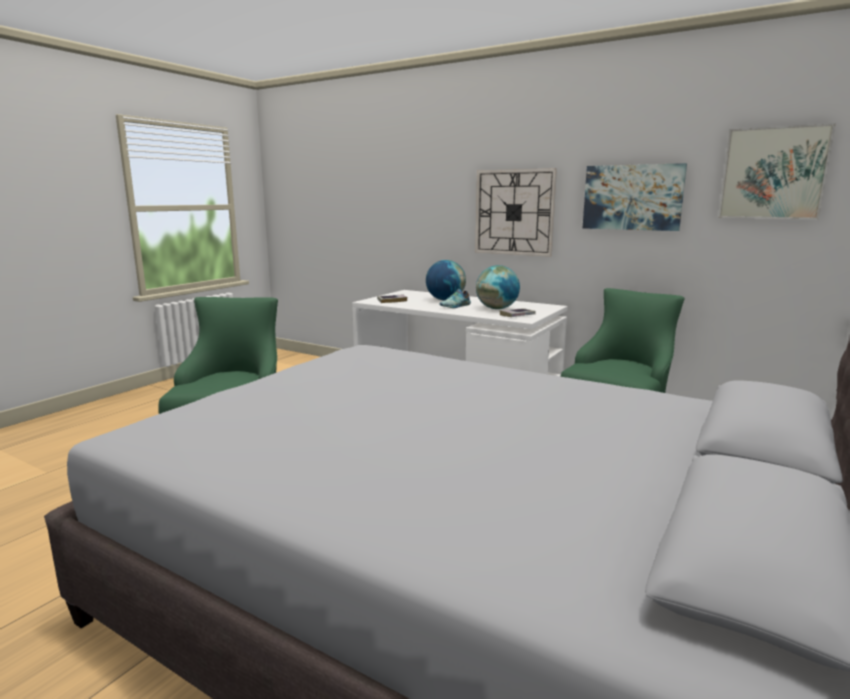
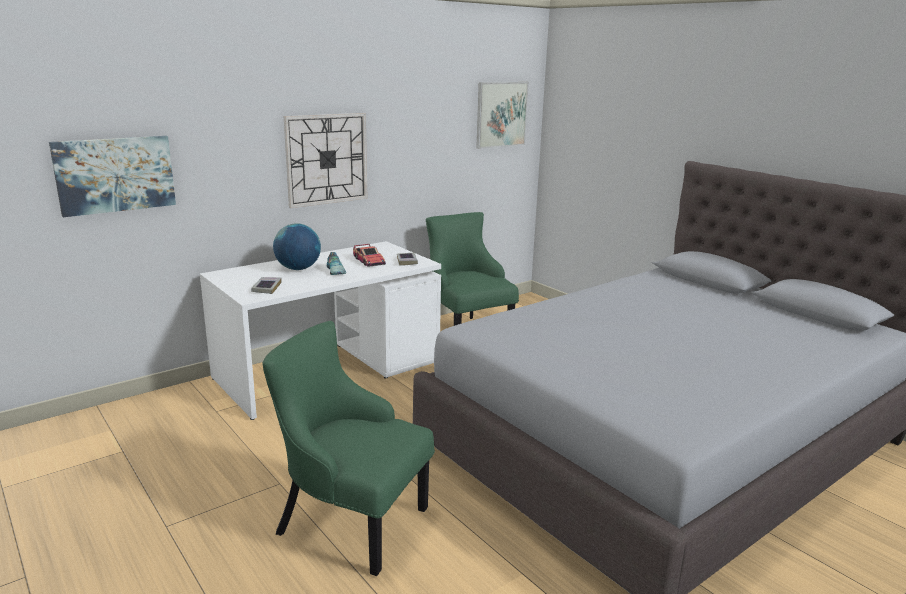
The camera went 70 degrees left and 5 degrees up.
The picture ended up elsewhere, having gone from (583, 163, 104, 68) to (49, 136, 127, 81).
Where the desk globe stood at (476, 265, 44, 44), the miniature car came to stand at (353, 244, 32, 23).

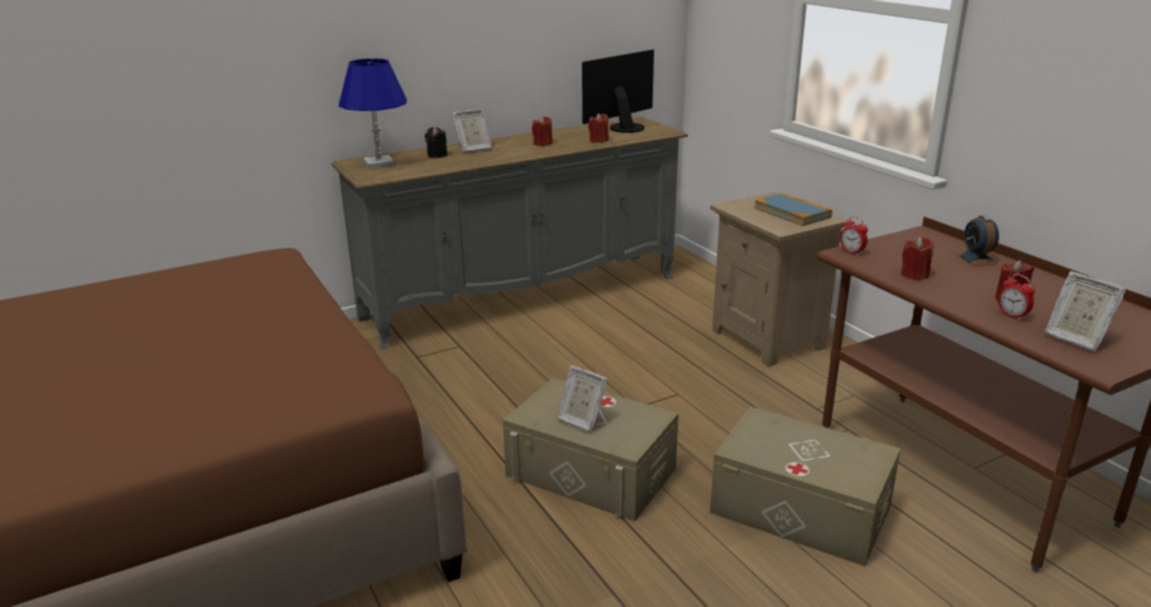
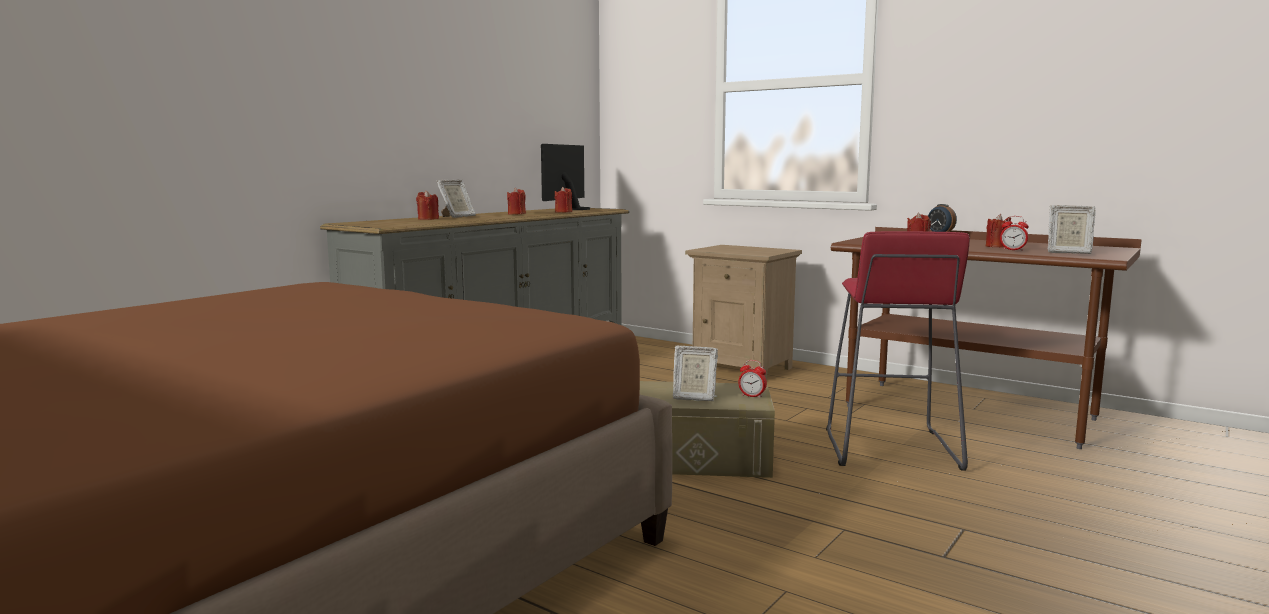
The camera went 25 degrees left and 15 degrees down.
The second view lost the blue-coloured lamp for a table at (339, 58, 68, 110).
The second view lost the book at (754, 193, 78, 33).
The alarm clock ended up elsewhere, having gone from (840, 216, 28, 40) to (738, 360, 29, 38).
Where the beige-coloured storage box stood at (710, 407, 191, 159), the red stool came to stand at (826, 231, 144, 240).
What was the black-coloured candle at (425, 127, 23, 31) turned into the red candle at (416, 190, 23, 30).

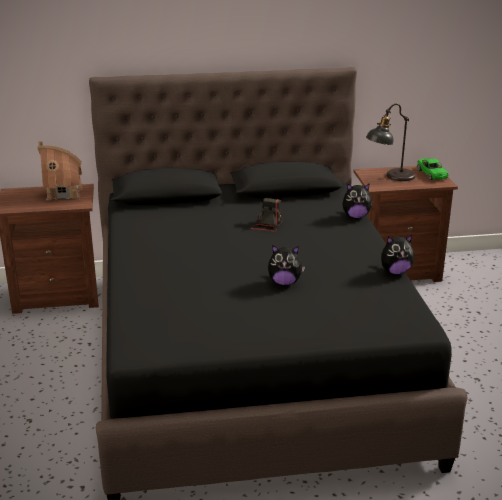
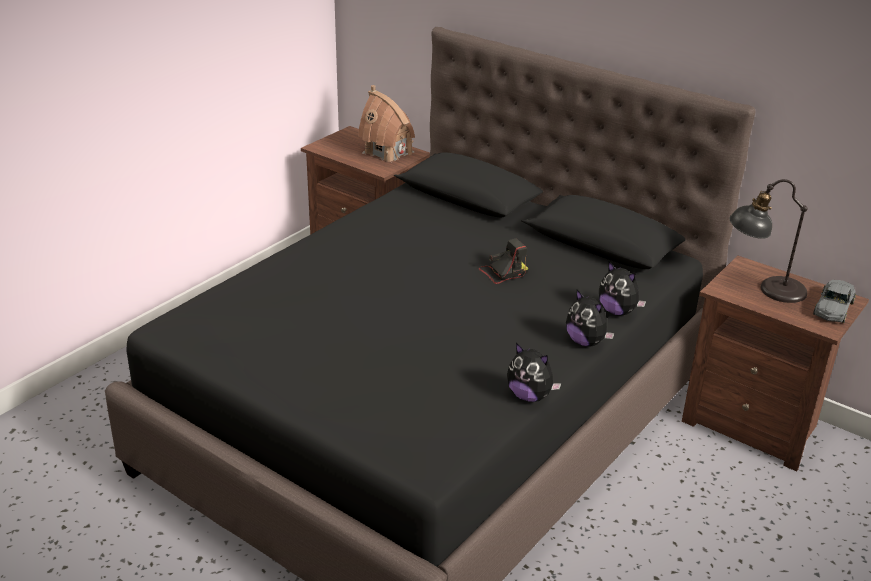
The camera went 45 degrees right and 5 degrees up.
The cuddly toy ended up elsewhere, having gone from (268, 245, 37, 40) to (566, 290, 49, 56).
What was the green-coloured miniature car at (417, 158, 31, 22) turned into the greyish miniature car at (813, 280, 43, 43).

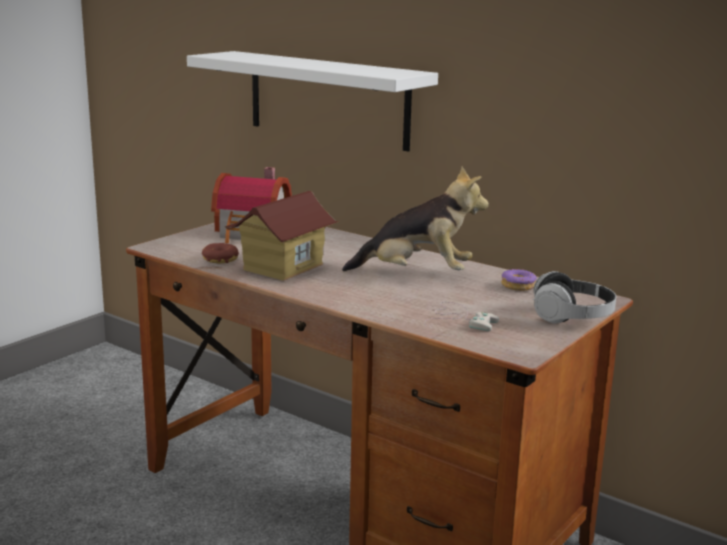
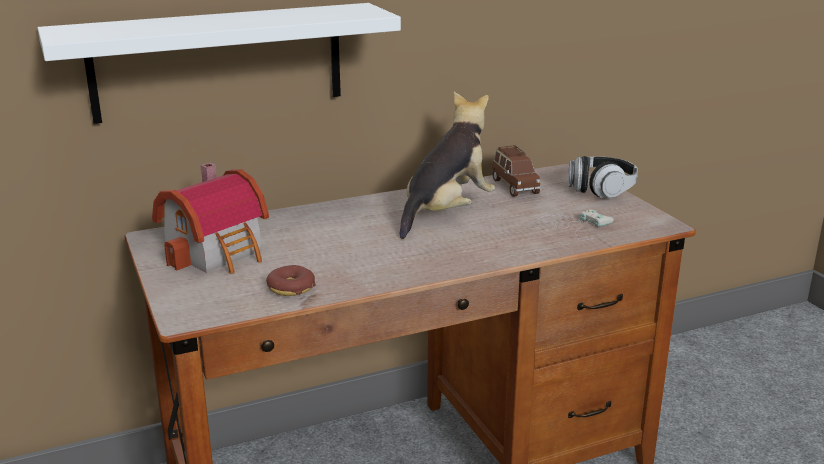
The camera went 60 degrees left and 5 degrees up.
The second view lost the toy house at (225, 191, 115, 90).
Where the ring doughnut stood at (501, 269, 36, 22), the brownish miniature car came to stand at (492, 145, 49, 52).

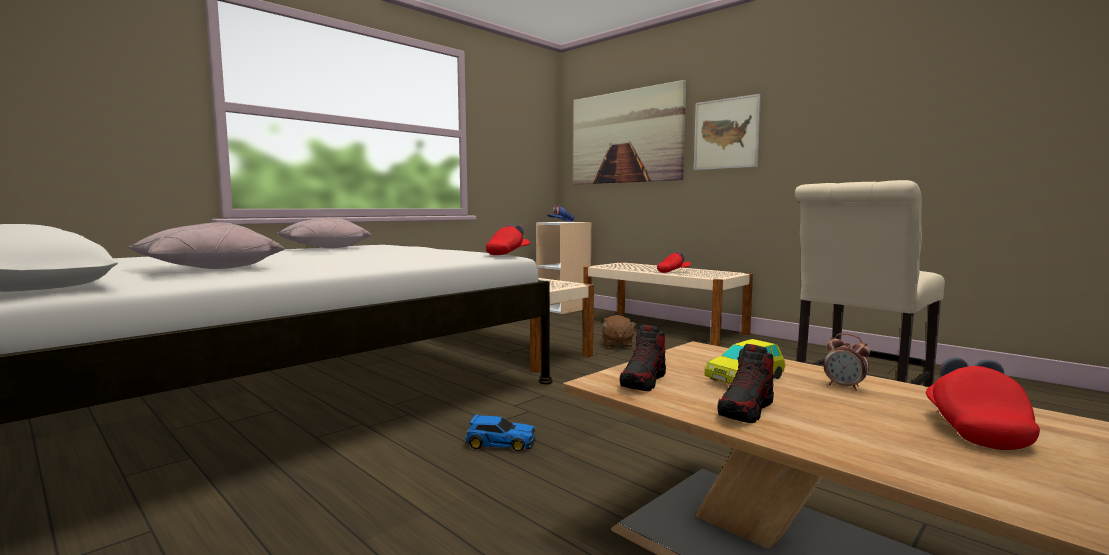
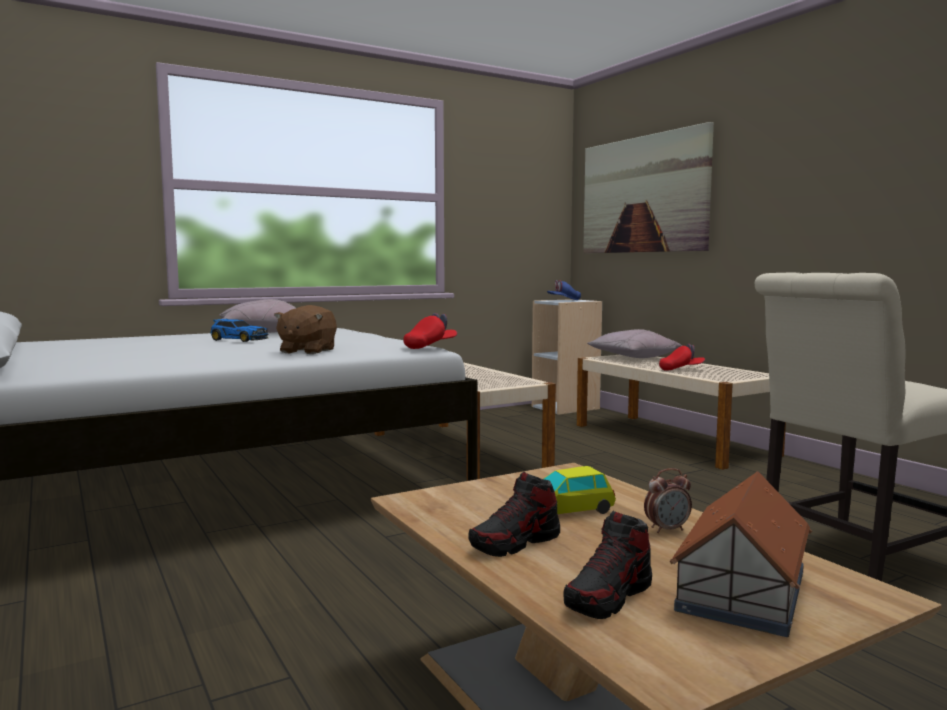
The camera went 15 degrees right and 0 degrees up.
The second view lost the picture at (694, 94, 67, 76).
The purple-coloured throw pillow ended up elsewhere, having gone from (129, 222, 155, 47) to (587, 329, 95, 29).
The miniature car ended up elsewhere, having gone from (465, 414, 71, 37) to (210, 318, 58, 24).
The brownish cuddly toy ended up elsewhere, having gone from (602, 315, 34, 33) to (274, 305, 63, 49).
The low shoe ended up elsewhere, having gone from (620, 325, 46, 66) to (563, 511, 89, 108).
Where the red peaked cap stood at (926, 357, 114, 93), the toy house came to stand at (670, 471, 142, 166).
The alarm clock at (824, 333, 46, 58) ended up facing another way, 75 degrees counterclockwise from before.

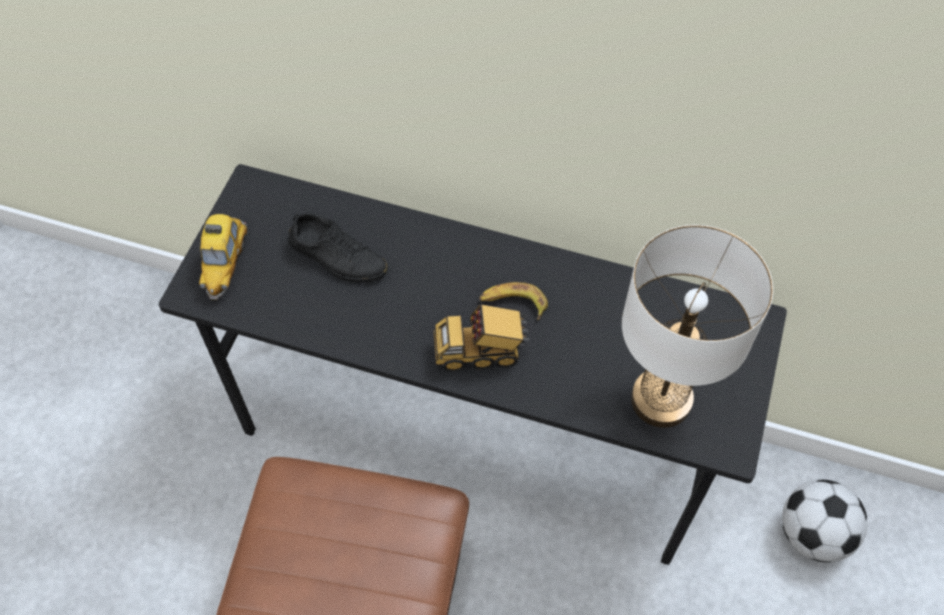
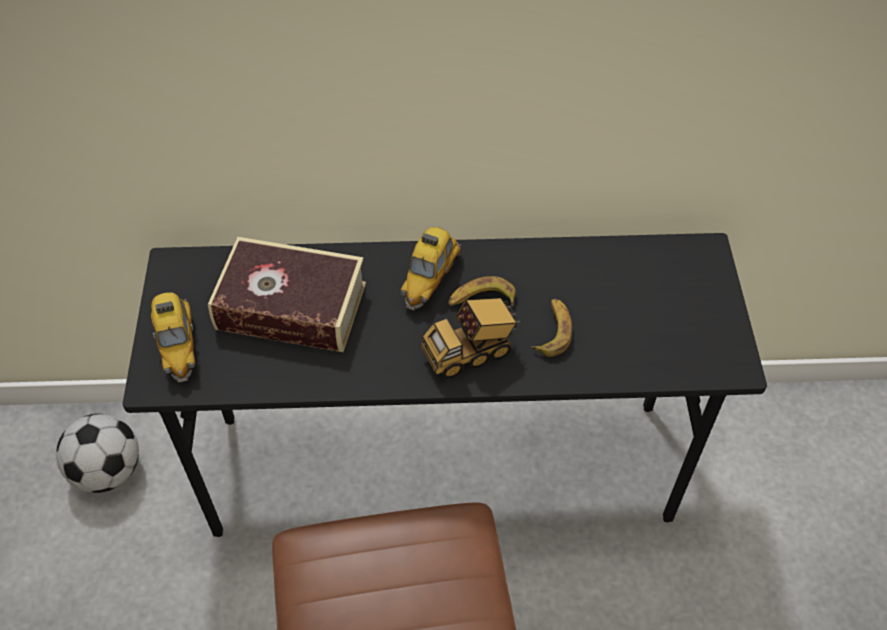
The camera went 20 degrees left and 5 degrees down.
The second view lost the lamp for a table at (622, 225, 151, 203).
The second view gained the miniature car at (400, 227, 61, 84).
The second view gained the banana at (531, 299, 41, 58).
The football ended up elsewhere, having gone from (782, 480, 85, 82) to (56, 414, 83, 79).
Where the black-coloured low shoe stood at (288, 212, 100, 71), the book came to stand at (208, 237, 158, 115).

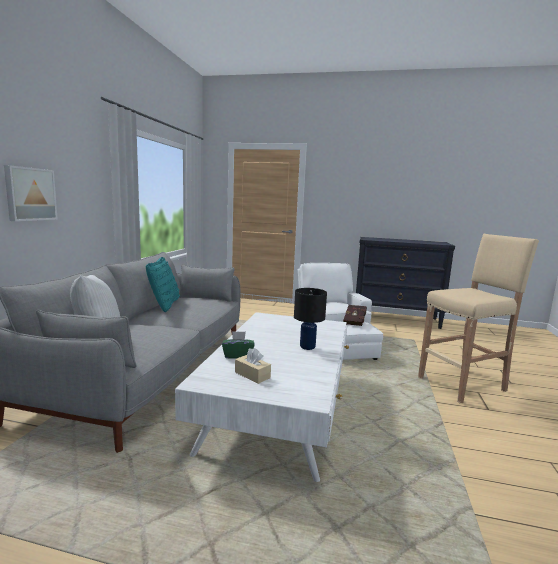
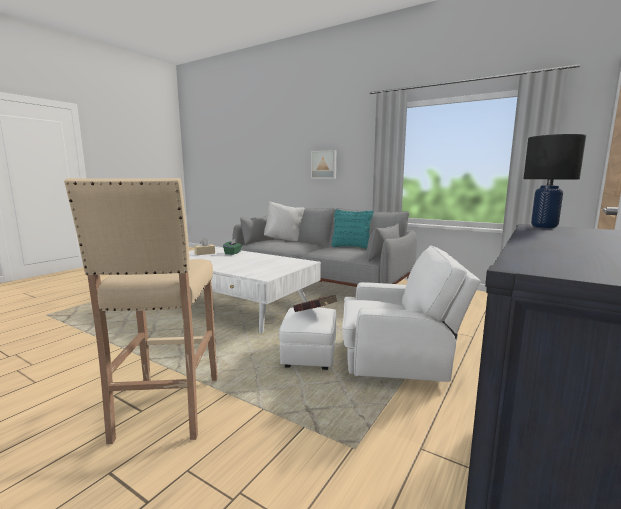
The camera went 110 degrees right and 0 degrees up.
The black-coloured lamp for a table ended up elsewhere, having gone from (294, 288, 33, 62) to (524, 134, 62, 94).

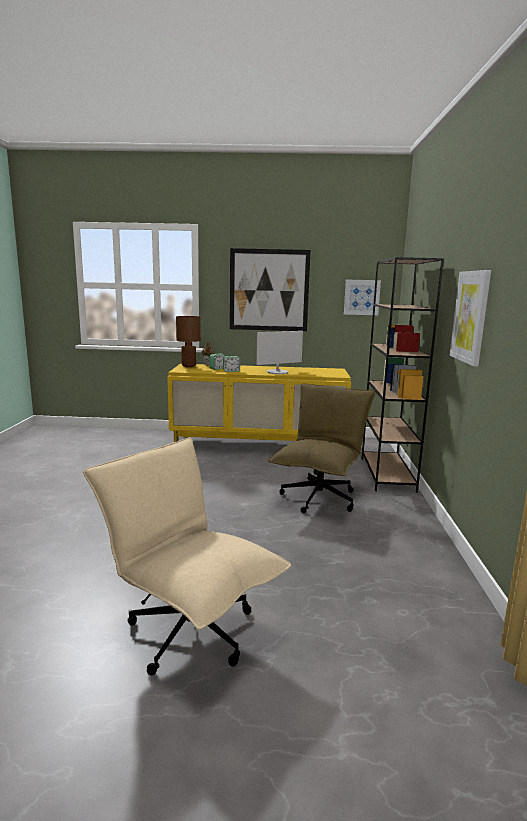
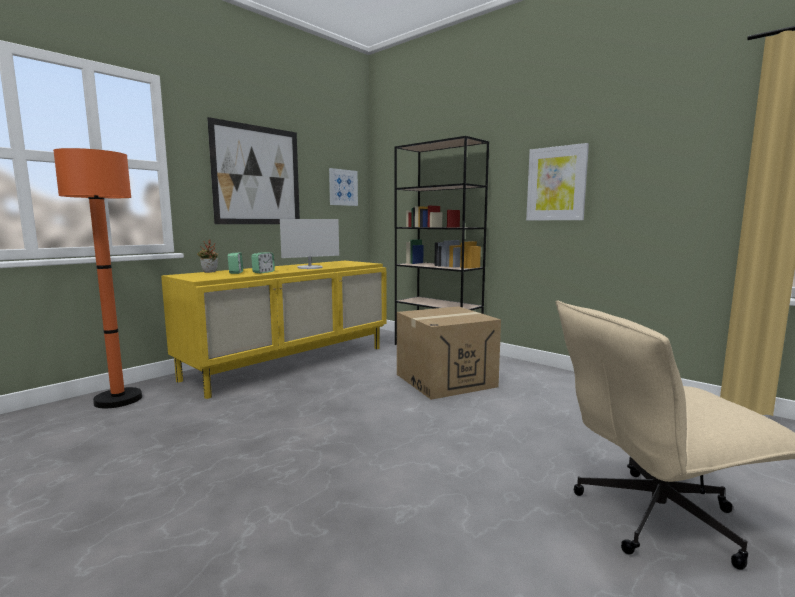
The camera went 50 degrees left and 5 degrees down.
The second view lost the brownish lamp for a table at (176, 316, 25, 51).
The second view gained the orangey standard lamp at (53, 148, 89, 260).
Where the beige-coloured desk chair stood at (268, 384, 107, 129), the cardboard box came to stand at (397, 306, 104, 94).
The computer screen at (256, 331, 47, 43) ended up facing another way, 45 degrees clockwise from before.

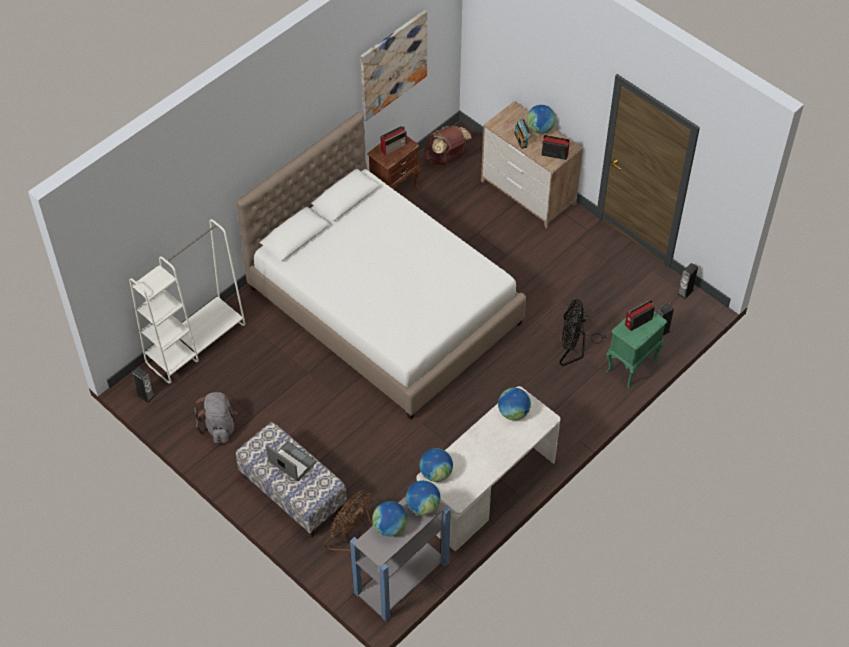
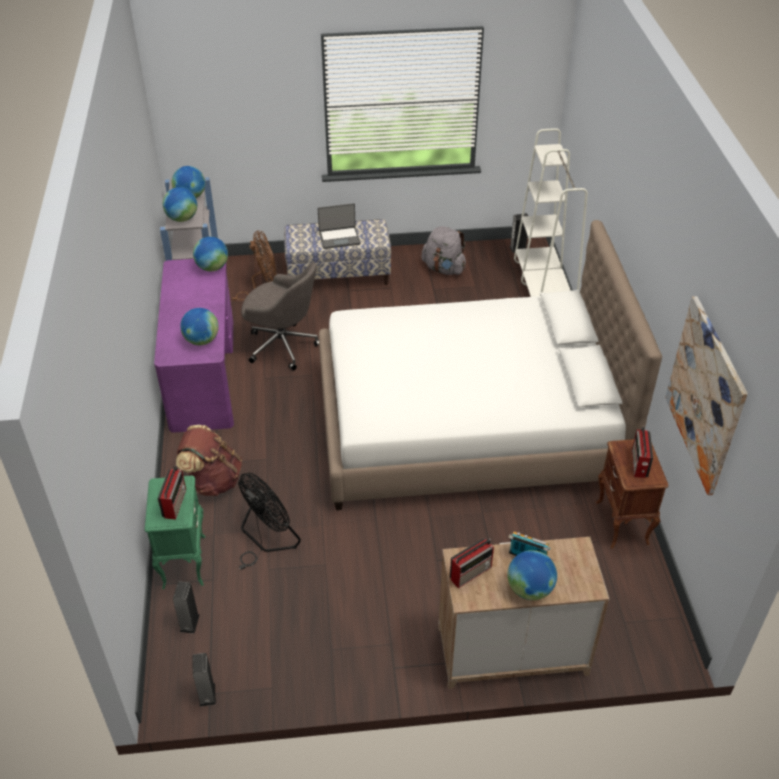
The camera went 130 degrees right and 10 degrees down.
The second view gained the greyish desk chair at (241, 262, 78, 109).
The brownish backpack ended up elsewhere, having gone from (424, 126, 48, 39) to (176, 425, 66, 71).
What was the white desk at (416, 386, 144, 166) turned into the purple-coloured desk at (154, 259, 80, 174).

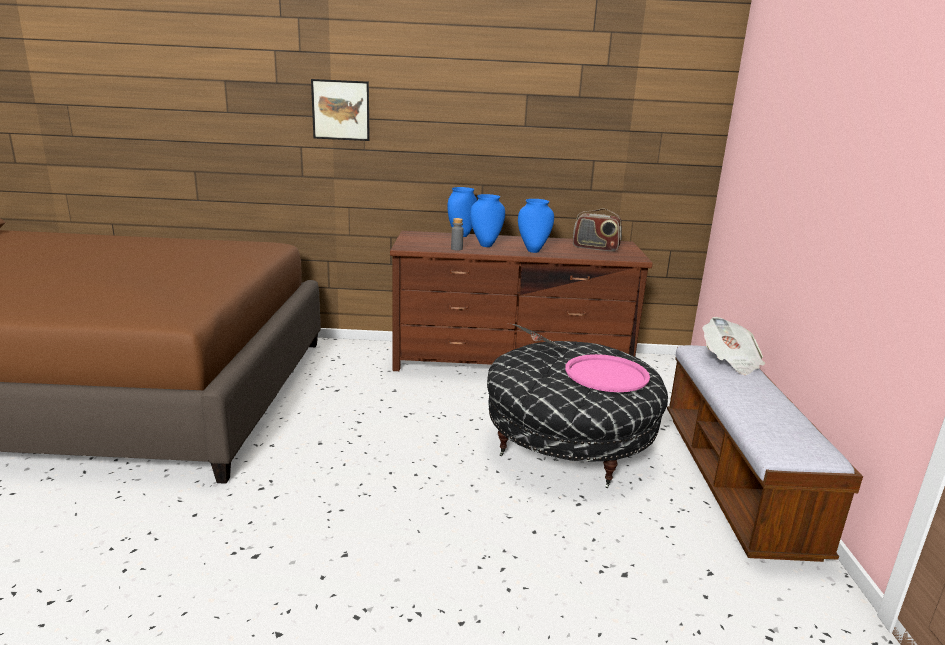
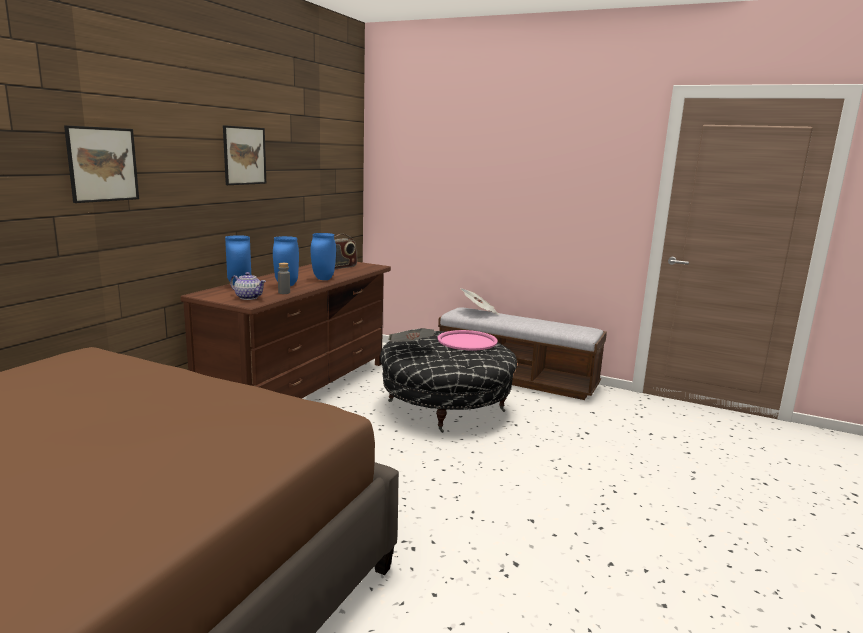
The camera went 65 degrees left and 5 degrees down.
The second view gained the picture at (223, 125, 43, 60).
The second view gained the pot for tea at (230, 272, 36, 28).

